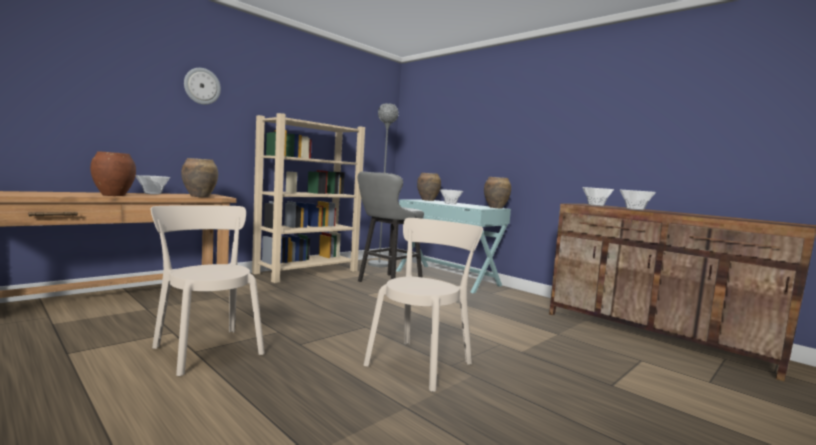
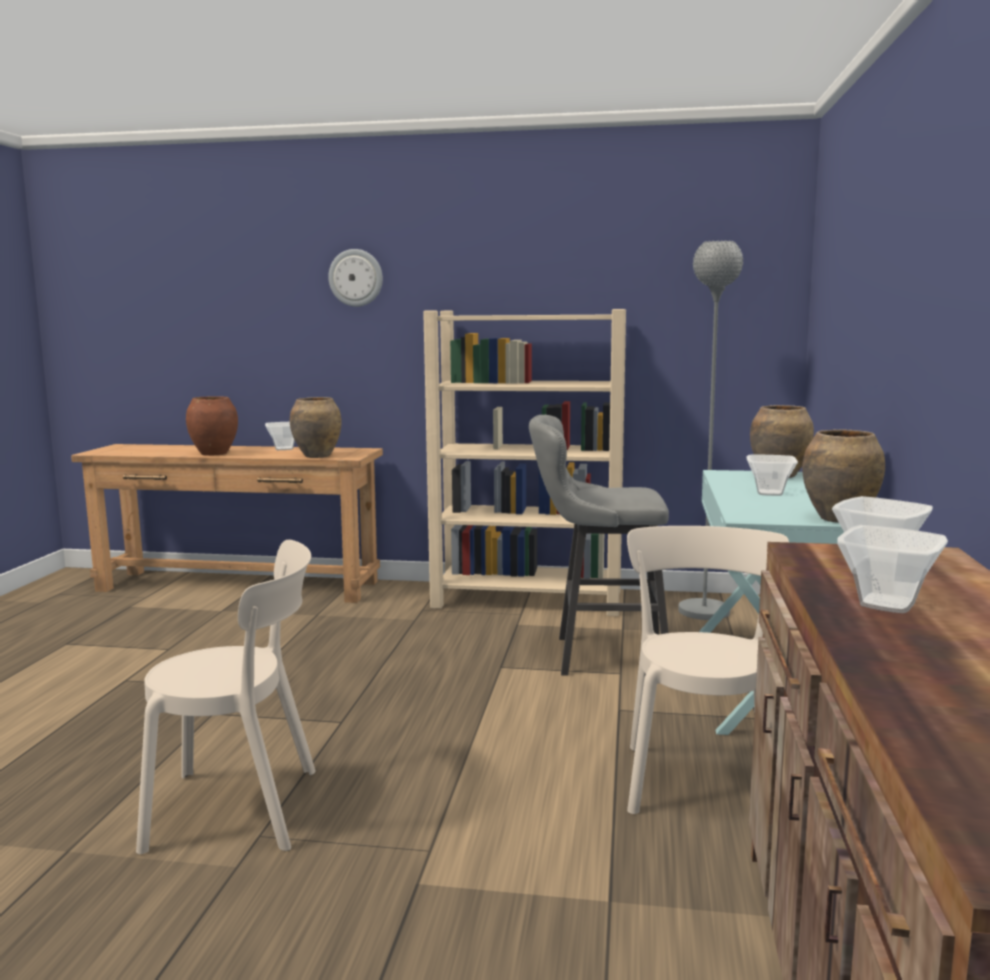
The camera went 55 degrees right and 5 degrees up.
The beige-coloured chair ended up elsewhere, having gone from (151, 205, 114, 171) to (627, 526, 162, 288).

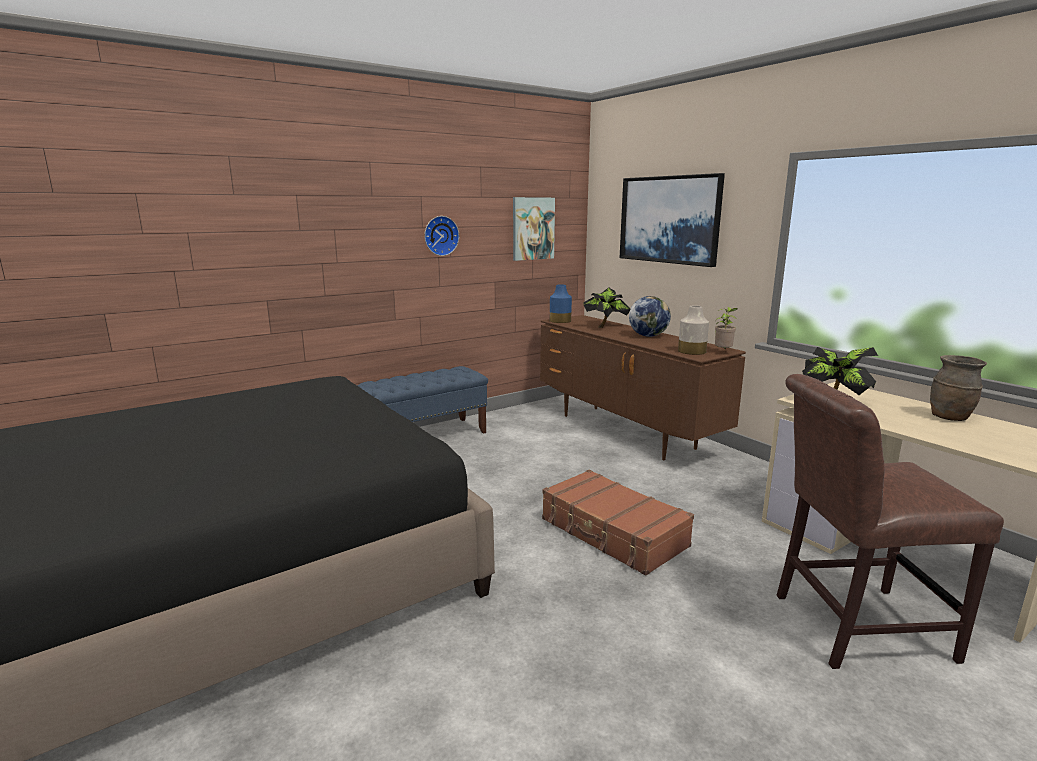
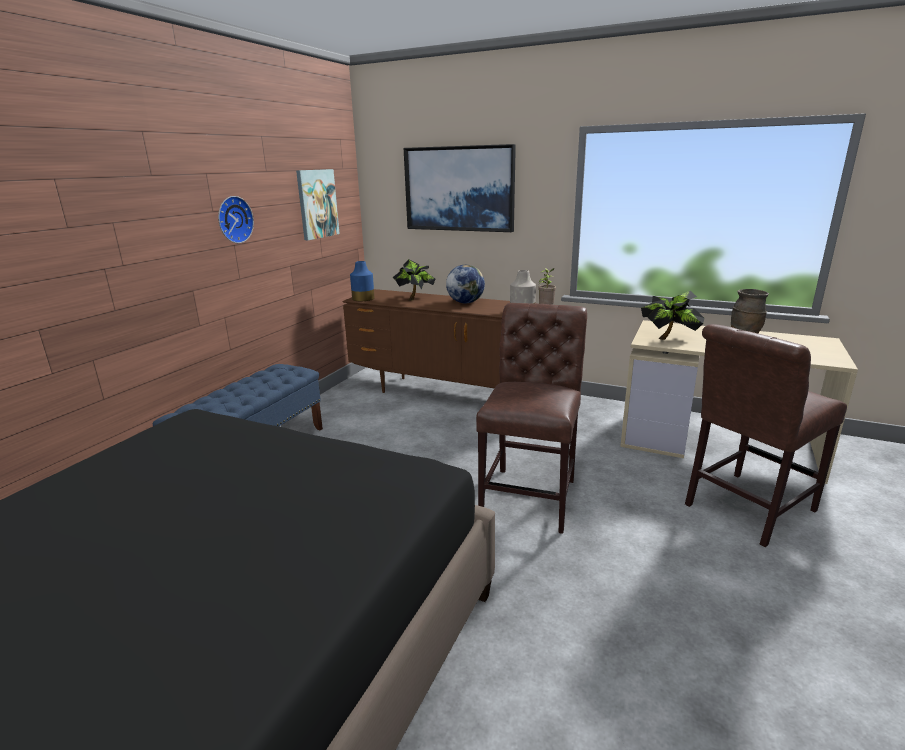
The camera went 30 degrees left and 5 degrees up.
Where the brownish suitcase stood at (542, 470, 152, 106), the brownish chair came to stand at (476, 303, 111, 231).

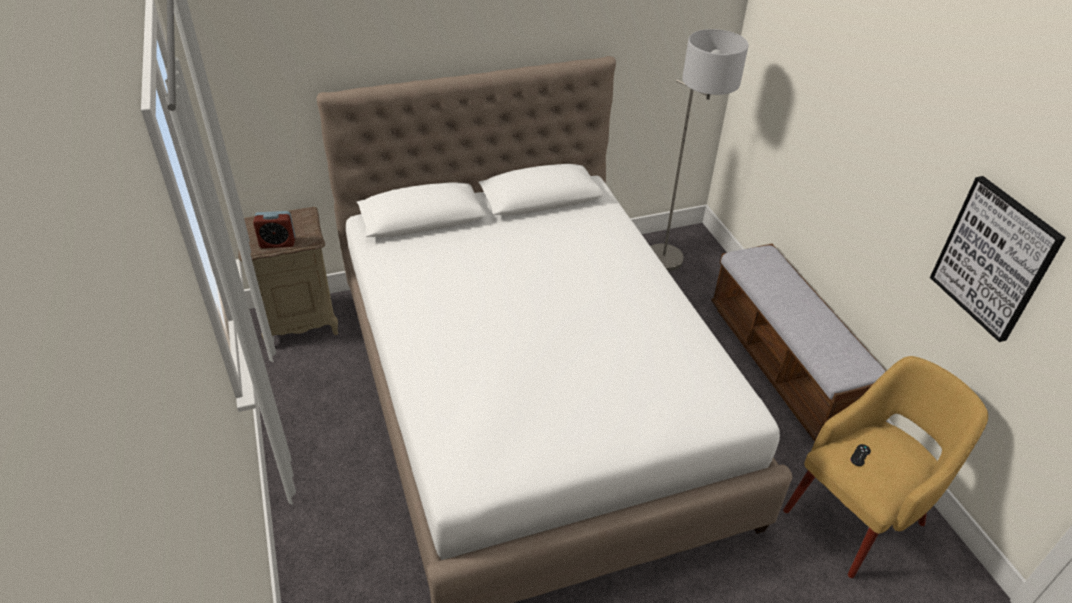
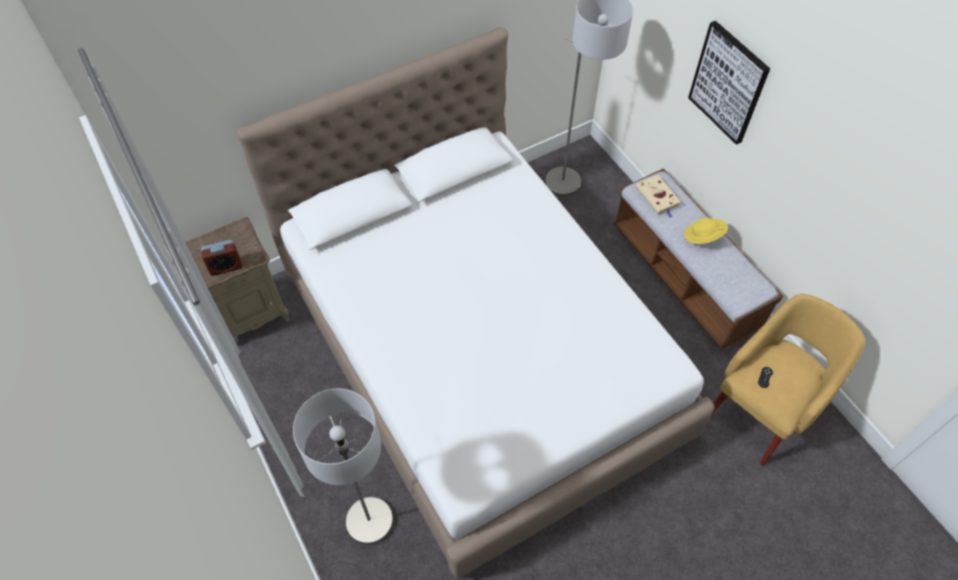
The camera went 10 degrees left and 15 degrees up.
The second view gained the greyish standard lamp at (293, 388, 100, 157).
The second view gained the beige-coloured book at (636, 175, 45, 43).
The second view gained the yellow clothing hat at (684, 218, 44, 26).
The picture ended up elsewhere, having gone from (930, 176, 136, 166) to (688, 21, 82, 124).

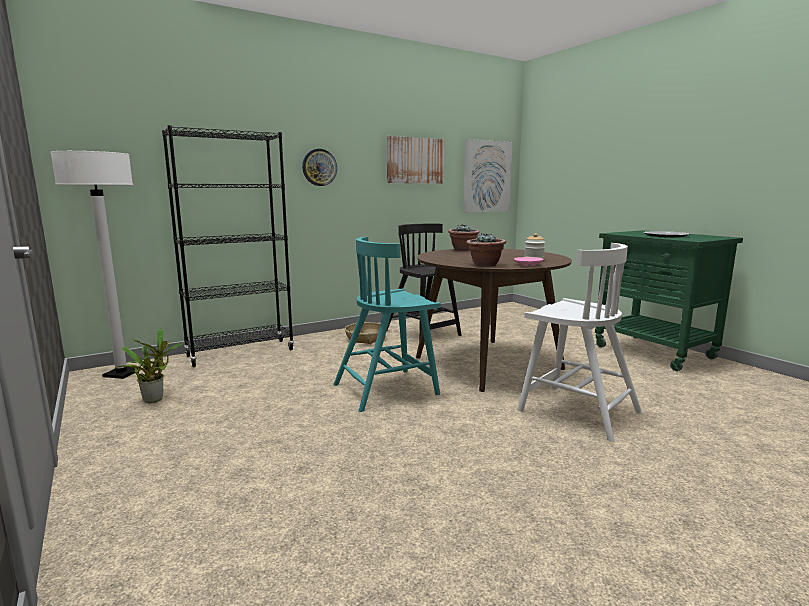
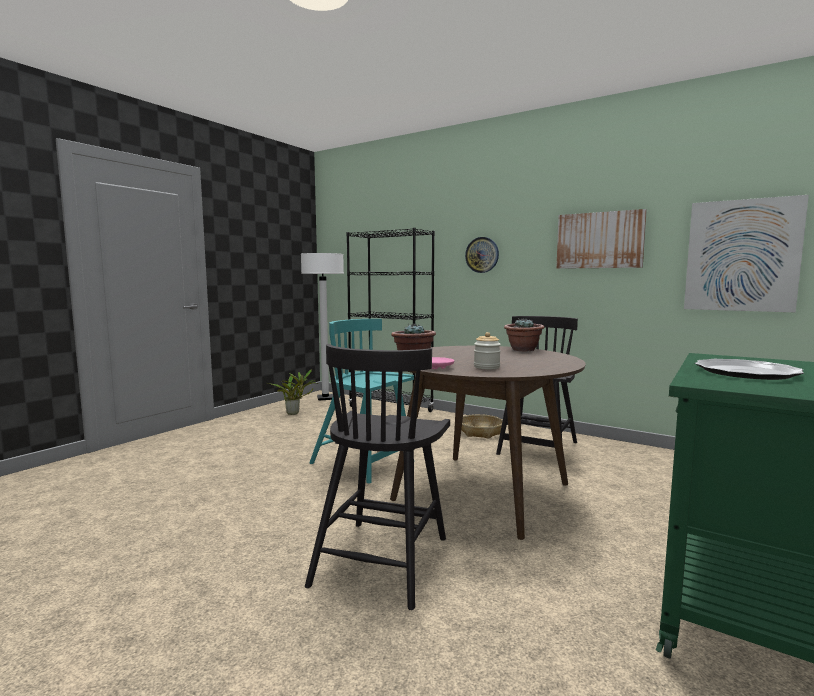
The camera went 65 degrees right and 5 degrees down.
What was the white chair at (518, 243, 124, 199) turned into the black-coloured chair at (305, 344, 145, 266).

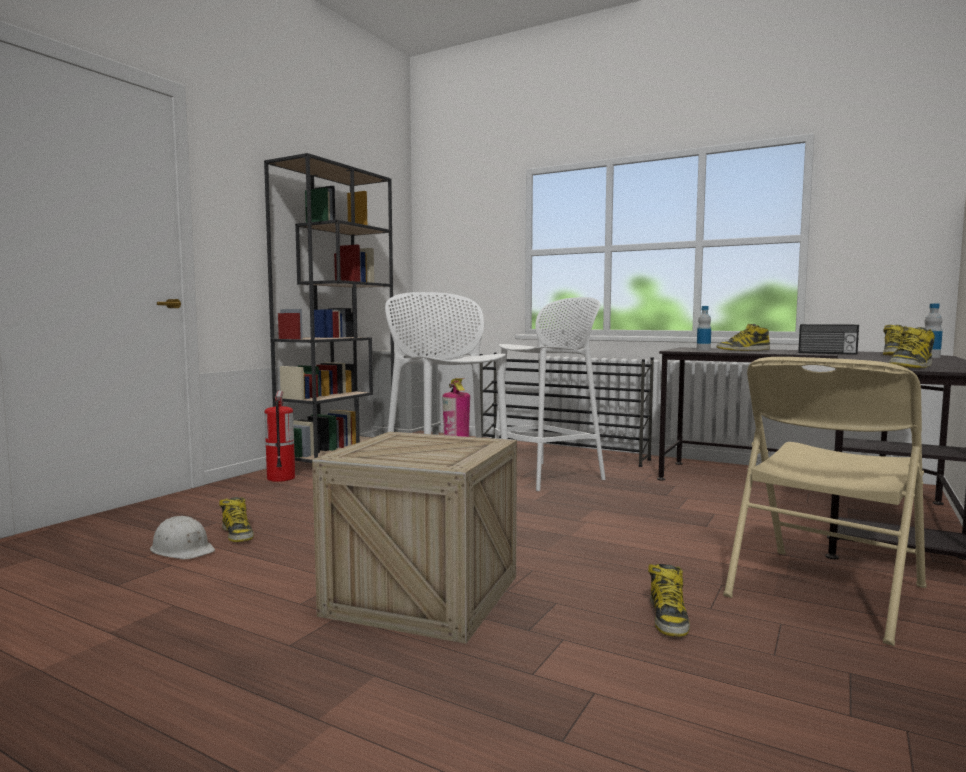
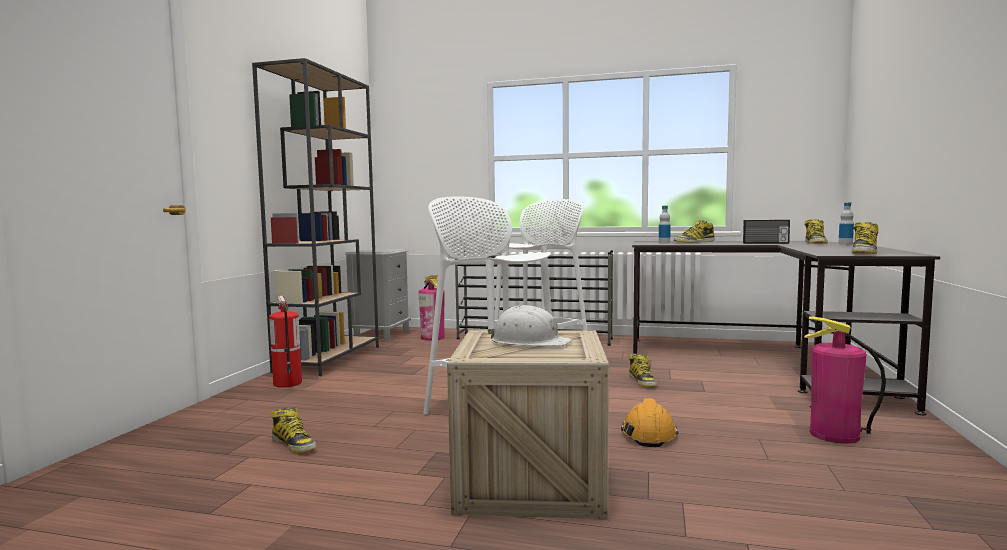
The camera went 15 degrees left and 0 degrees up.
The second view gained the orangey safety helmet at (621, 398, 57, 49).
The white safety helmet ended up elsewhere, having gone from (150, 516, 65, 43) to (487, 305, 85, 41).
The tall boot ended up elsewhere, having gone from (648, 564, 42, 73) to (629, 353, 28, 34).
Where the beige-coloured chair stood at (723, 357, 204, 289), the fire extinguisher came to stand at (804, 316, 82, 128).

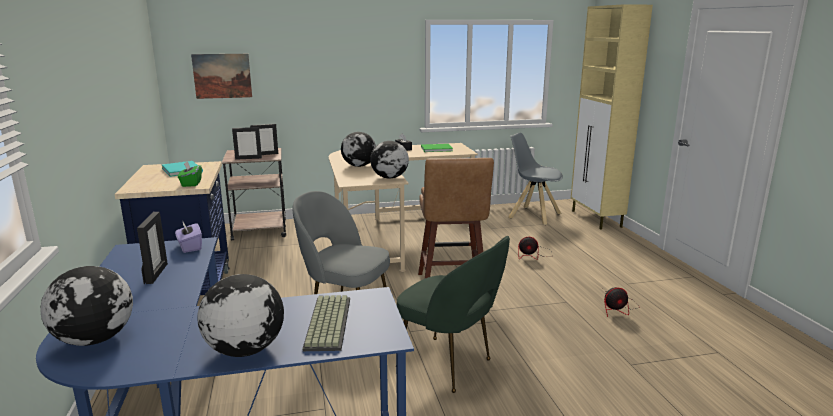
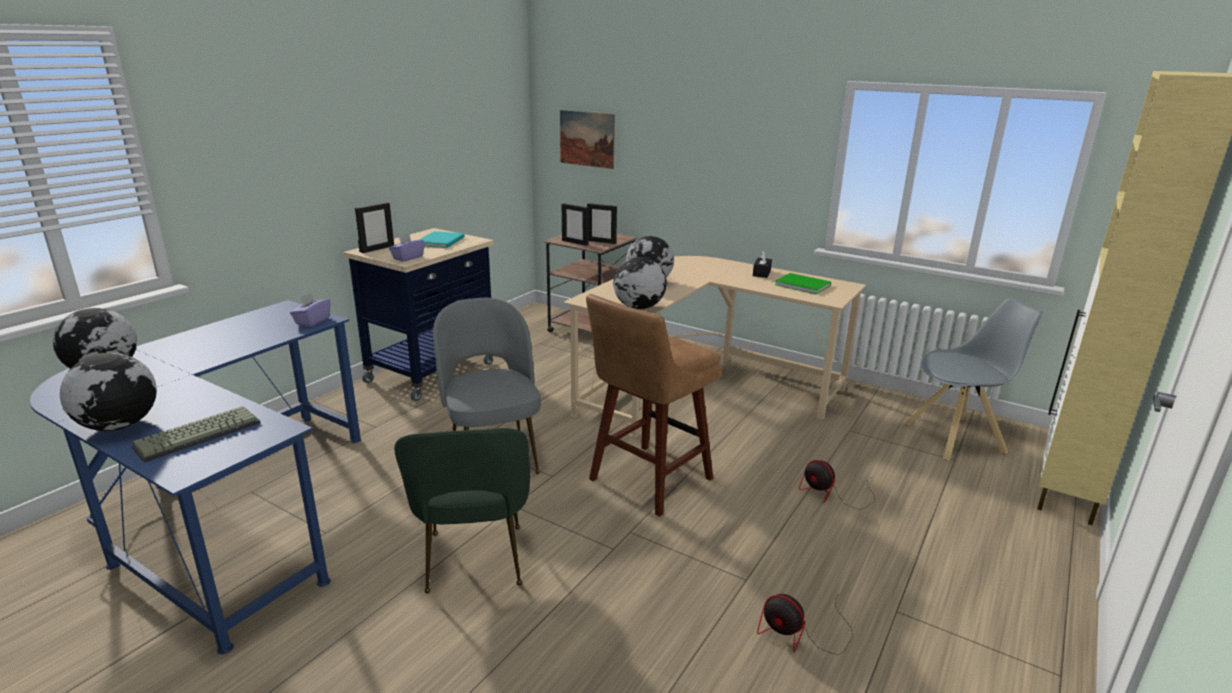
The camera went 45 degrees right and 5 degrees up.
The standing frame ended up elsewhere, having gone from (137, 212, 31, 72) to (355, 202, 39, 51).
What was the green-coloured tissue holder at (178, 161, 24, 26) turned into the purple-coloured tissue holder at (389, 233, 36, 28).
The greyish chair at (508, 132, 55, 93) ended up facing another way, 90 degrees clockwise from before.

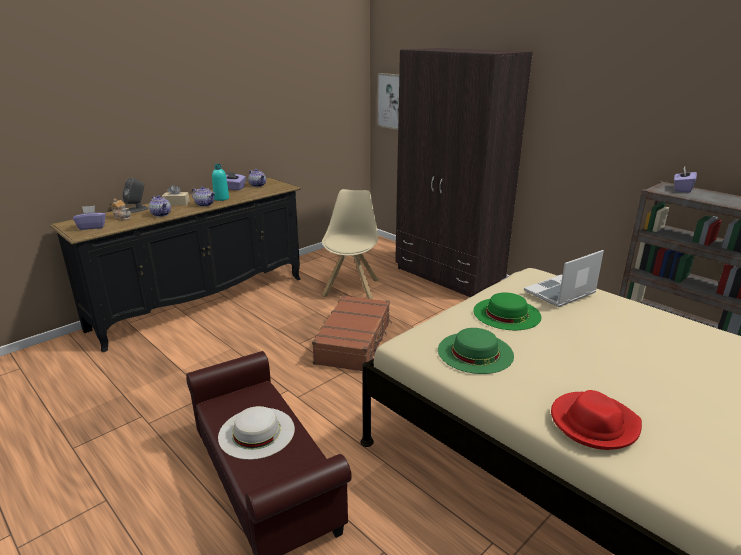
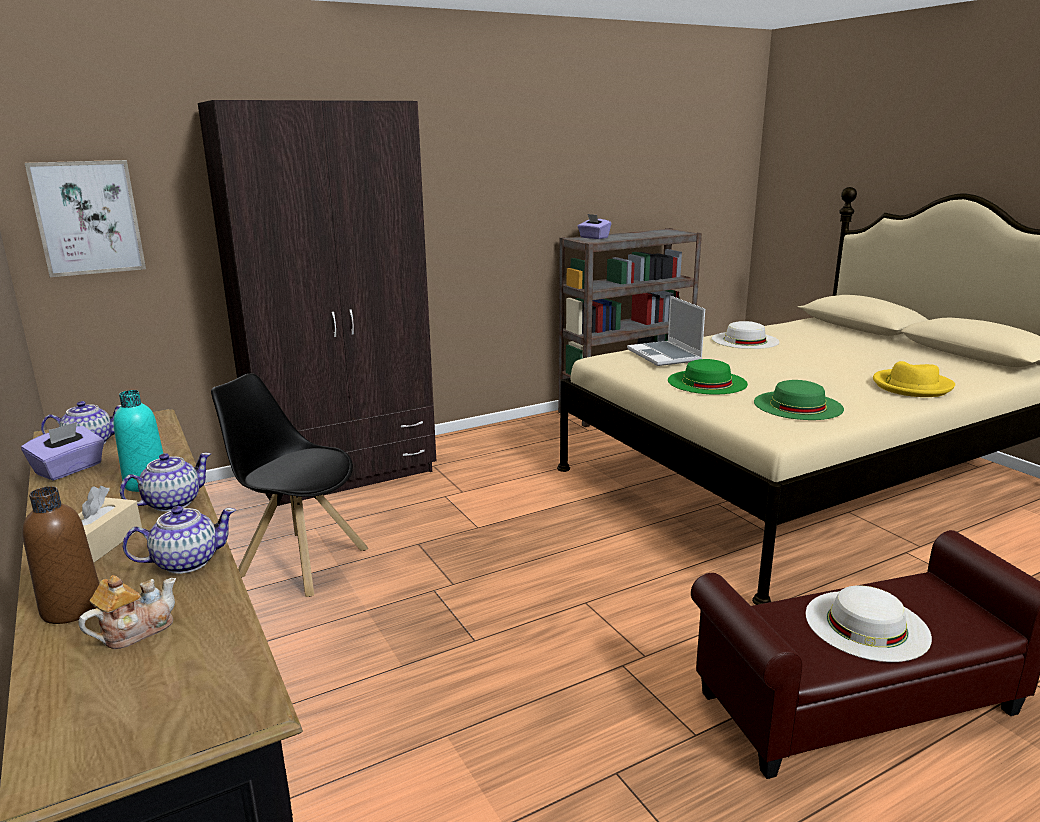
The camera went 75 degrees left and 5 degrees down.
The second view lost the purple-coloured tissue holder at (73, 206, 33, 24).
The second view lost the brownish suitcase at (312, 295, 80, 77).
The second view gained the white clothing hat at (712, 321, 67, 28).
Where the greyish speaker stood at (122, 178, 26, 35), the brownish beverage bottle came to stand at (22, 486, 77, 138).
What was the beige-coloured chair at (322, 189, 57, 110) turned into the black-coloured chair at (211, 373, 157, 224).
What was the red clothing hat at (551, 390, 91, 60) turned into the yellow clothing hat at (873, 361, 82, 36).

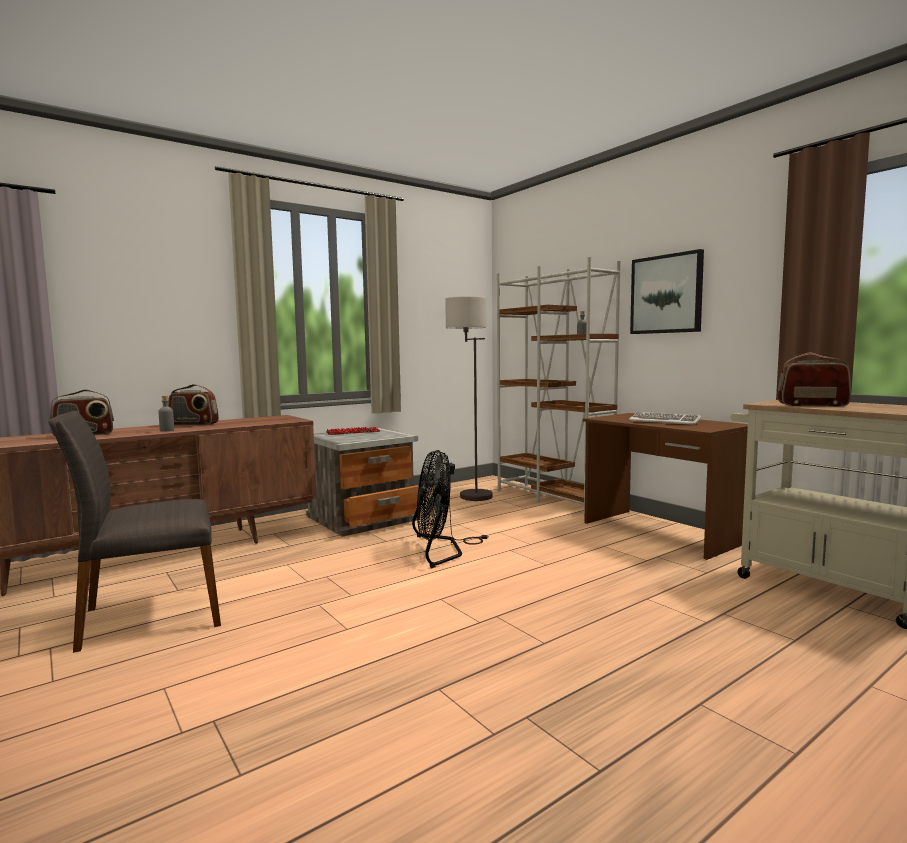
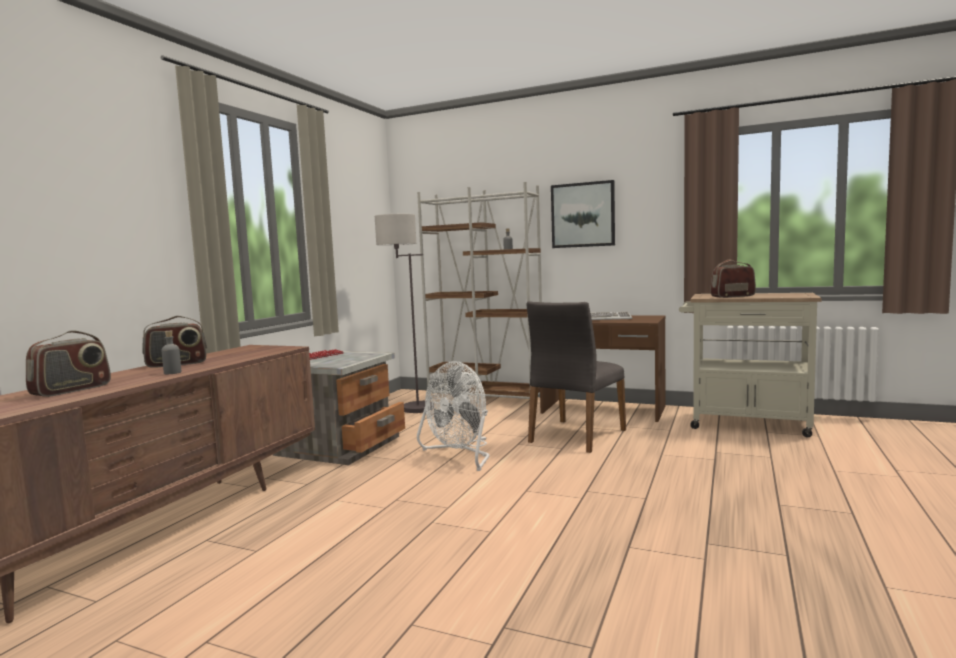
The camera went 30 degrees left and 0 degrees up.
The greyish chair ended up elsewhere, having gone from (48, 411, 173, 242) to (527, 301, 99, 152).
What was the black-coloured cooling fan at (412, 450, 77, 118) turned into the white cooling fan at (417, 361, 72, 110).

